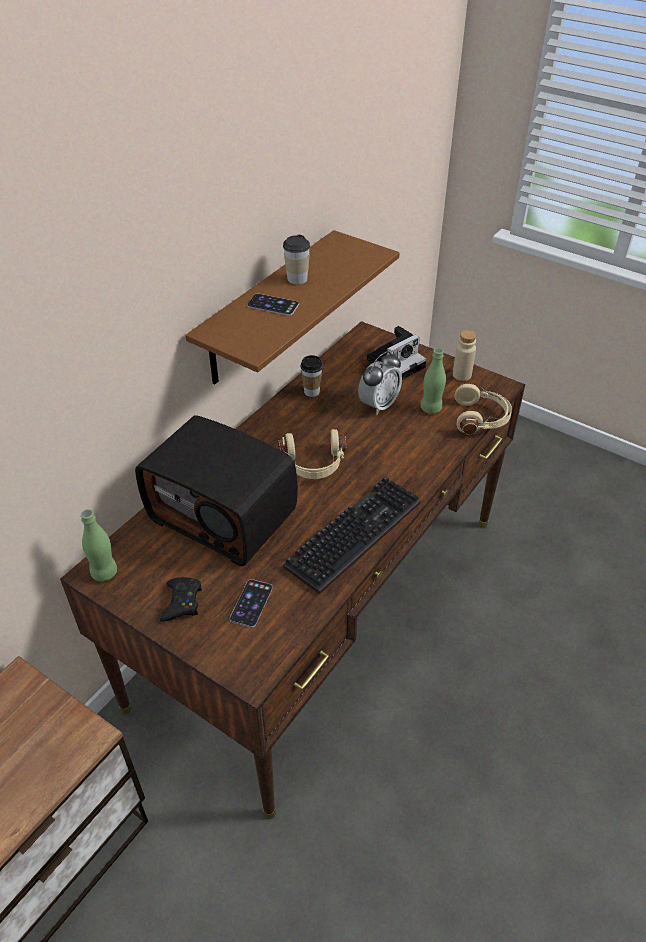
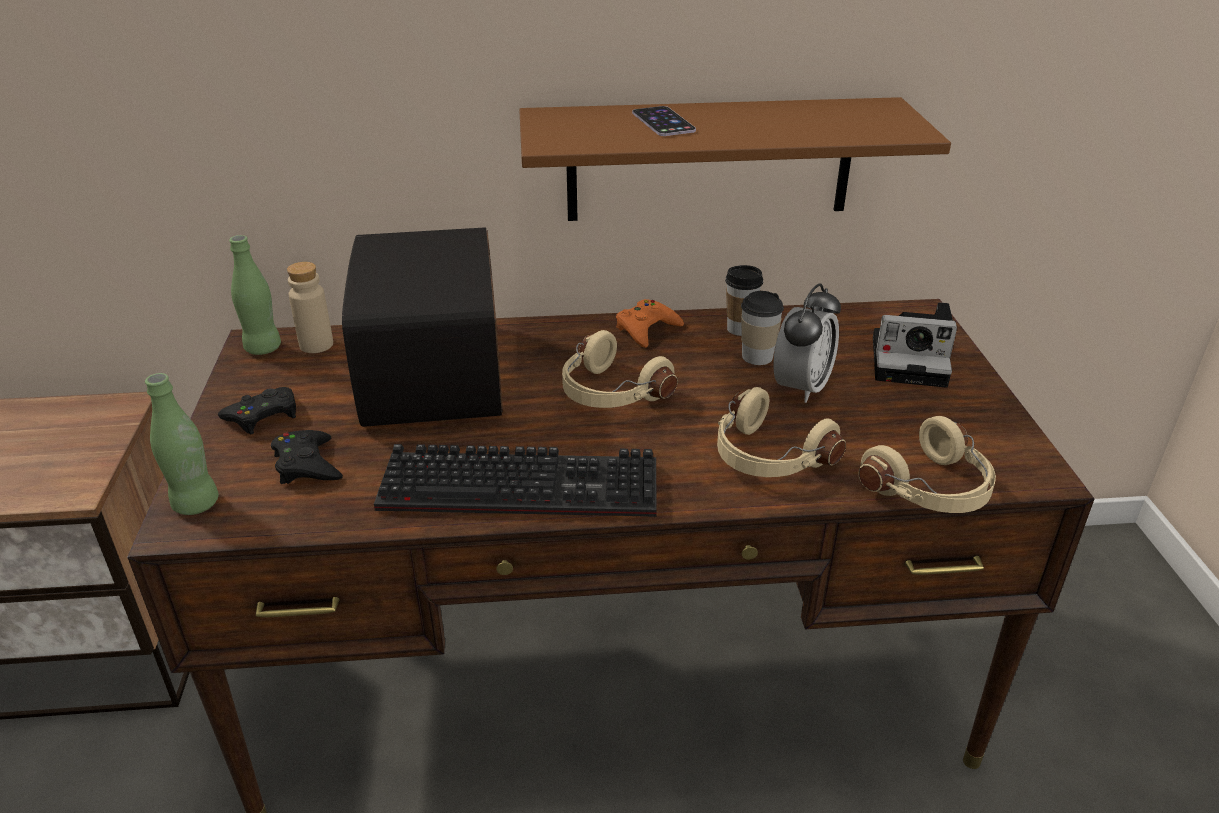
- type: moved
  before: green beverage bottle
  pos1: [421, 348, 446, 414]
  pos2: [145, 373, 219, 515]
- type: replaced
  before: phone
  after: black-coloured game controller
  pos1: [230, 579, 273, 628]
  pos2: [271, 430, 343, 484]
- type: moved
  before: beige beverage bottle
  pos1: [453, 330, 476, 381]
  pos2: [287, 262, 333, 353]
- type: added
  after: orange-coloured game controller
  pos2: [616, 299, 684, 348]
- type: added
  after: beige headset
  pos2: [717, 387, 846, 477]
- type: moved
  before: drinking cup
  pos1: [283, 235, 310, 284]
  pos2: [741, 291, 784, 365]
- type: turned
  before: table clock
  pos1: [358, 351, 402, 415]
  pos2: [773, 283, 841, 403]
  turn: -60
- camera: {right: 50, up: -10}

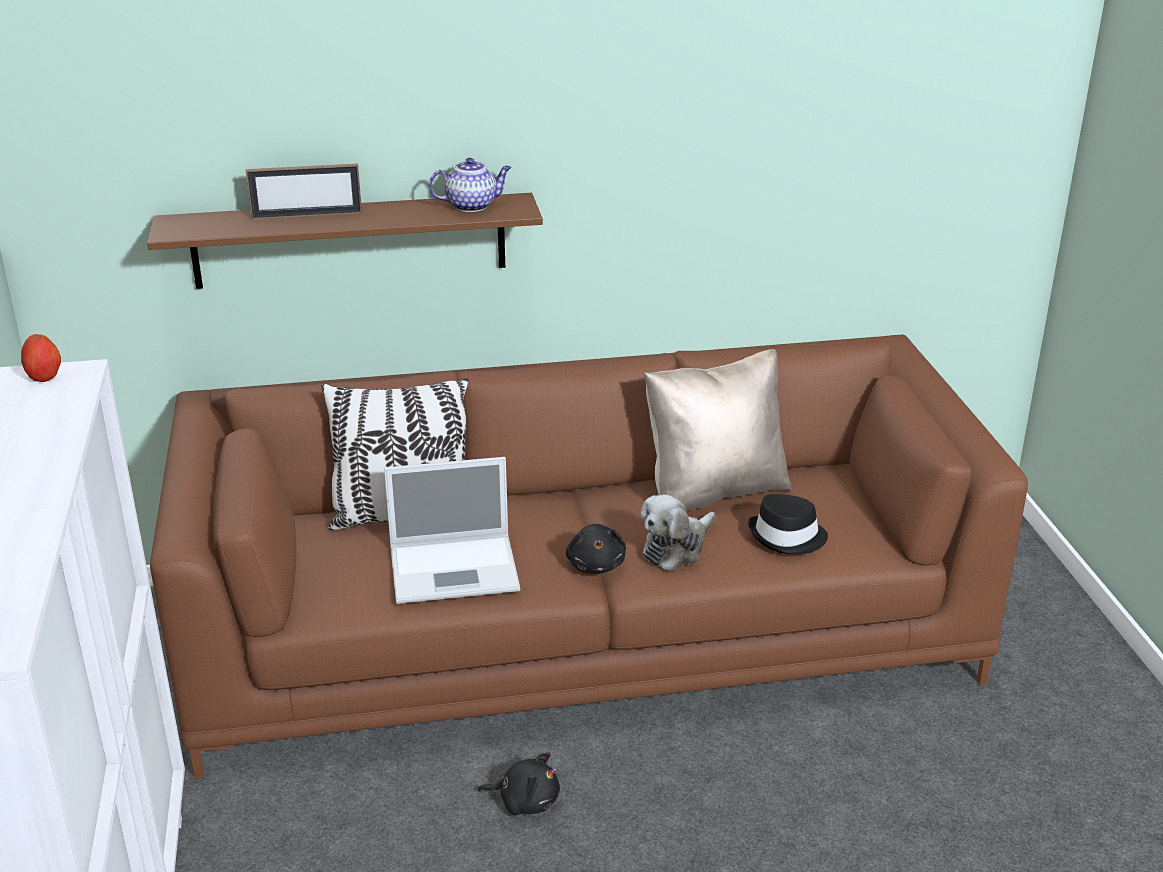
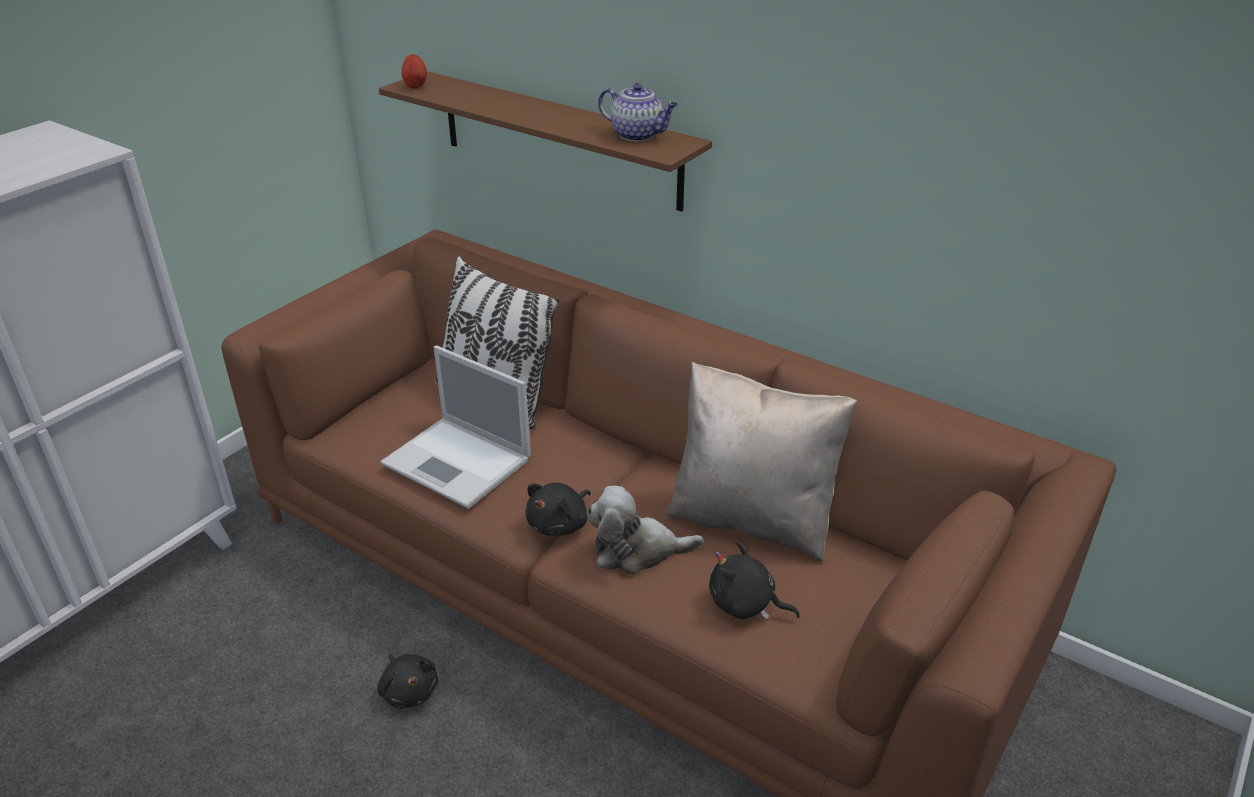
- type: moved
  before: whole apple
  pos1: [21, 334, 61, 382]
  pos2: [401, 53, 427, 89]
- type: replaced
  before: black-coloured hat
  after: black-coloured soft toy
  pos1: [748, 494, 828, 554]
  pos2: [709, 541, 800, 620]
- type: removed
  before: picture frame
  pos1: [246, 164, 362, 220]
- camera: {right: 45, up: 5}

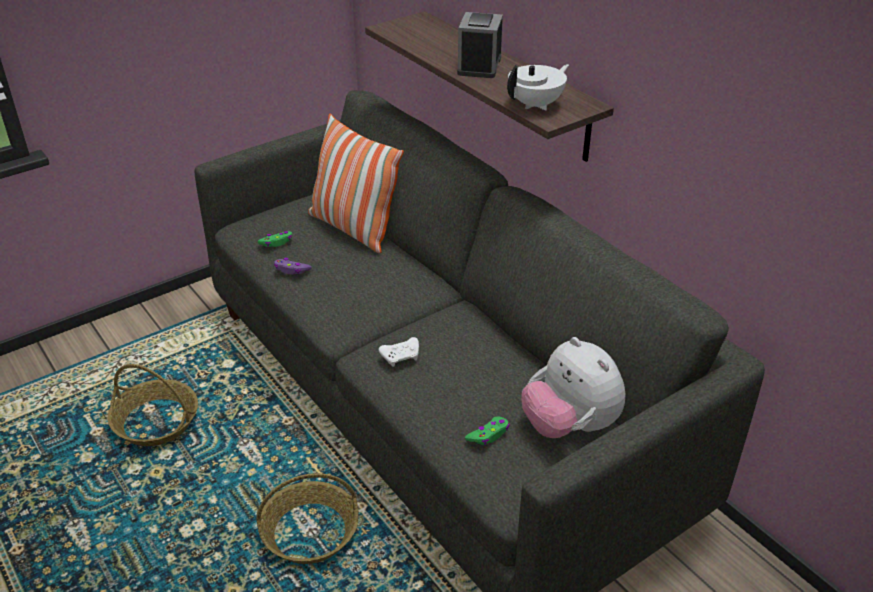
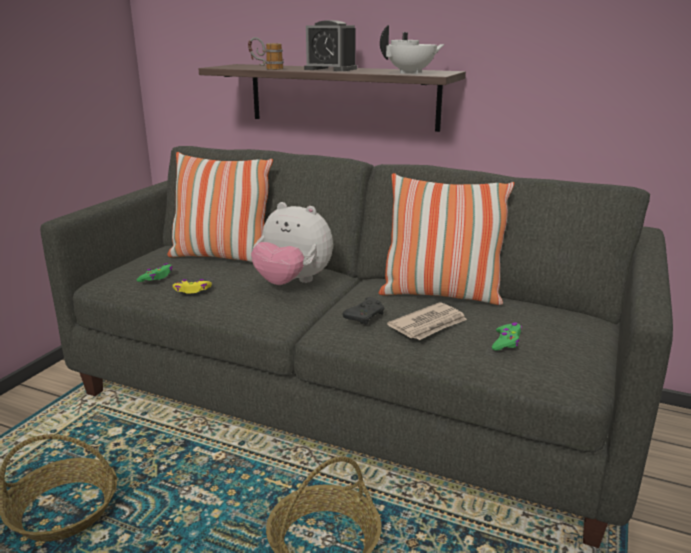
- type: recoloured
  before: purplish game controller
  after: yellow-coloured game controller
  pos1: [274, 258, 312, 275]
  pos2: [173, 279, 212, 294]
- type: added
  after: coffee mug
  pos2: [248, 37, 284, 70]
- type: moved
  before: soft toy
  pos1: [521, 337, 626, 438]
  pos2: [251, 202, 333, 285]
- type: turned
  before: table clock
  pos1: [457, 12, 503, 78]
  pos2: [304, 20, 357, 71]
  turn: -45
- type: recoloured
  before: white game controller
  after: black-coloured game controller
  pos1: [379, 337, 419, 367]
  pos2: [343, 297, 384, 325]
- type: added
  after: throw pillow
  pos2: [379, 173, 514, 305]
- type: turned
  before: white pot for tea
  pos1: [507, 64, 569, 111]
  pos2: [380, 25, 445, 74]
  turn: 45
- type: added
  after: daily paper
  pos2: [387, 302, 467, 340]
- camera: {right: -30, up: -15}

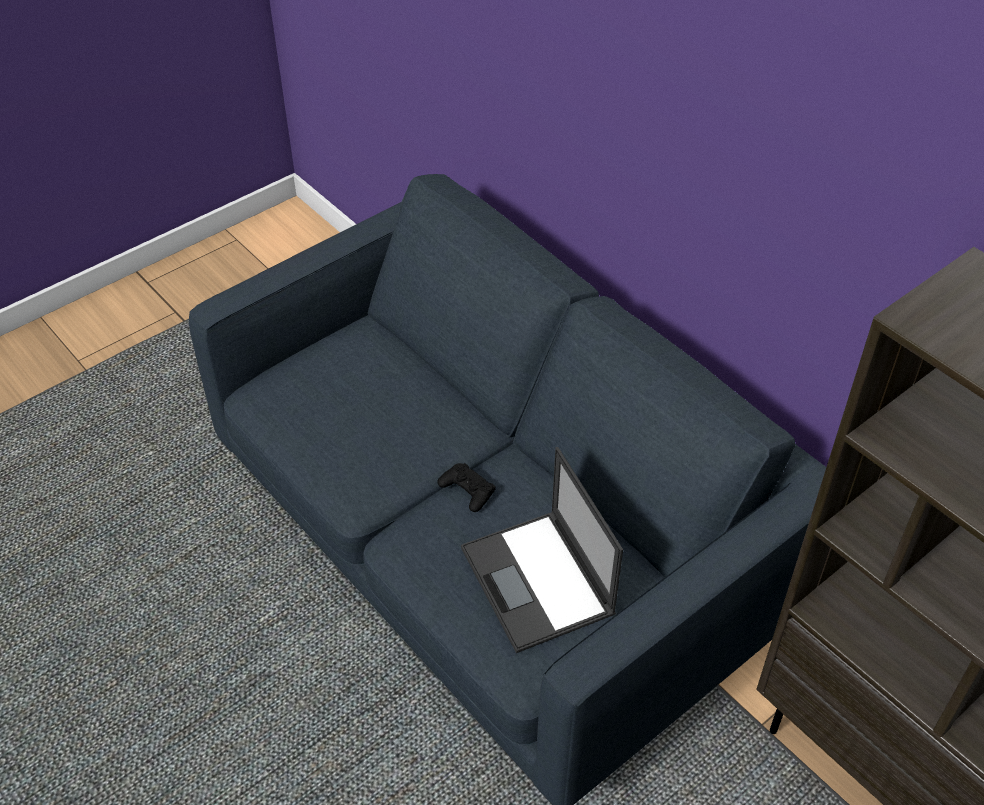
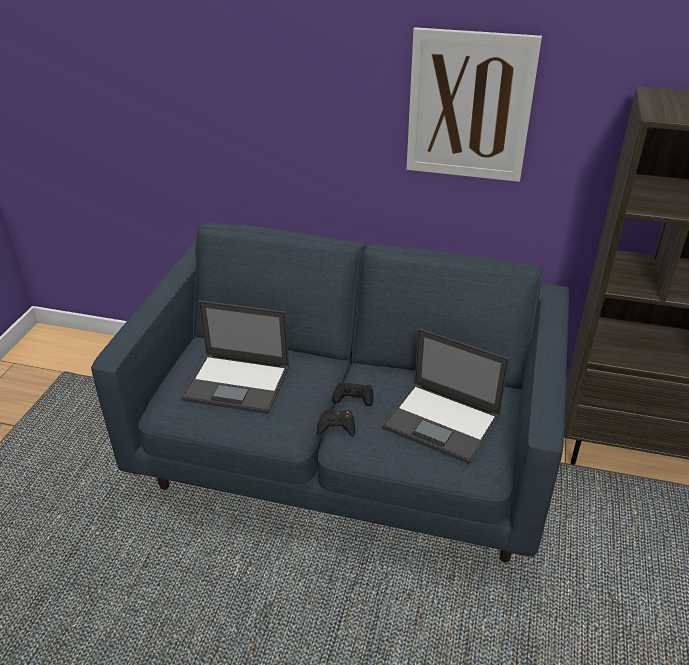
- type: added
  after: laptop
  pos2: [181, 301, 289, 414]
- type: added
  after: black-coloured game controller
  pos2: [317, 409, 355, 437]
- type: added
  after: wall art
  pos2: [407, 27, 542, 182]
- camera: {right: -35, up: -10}

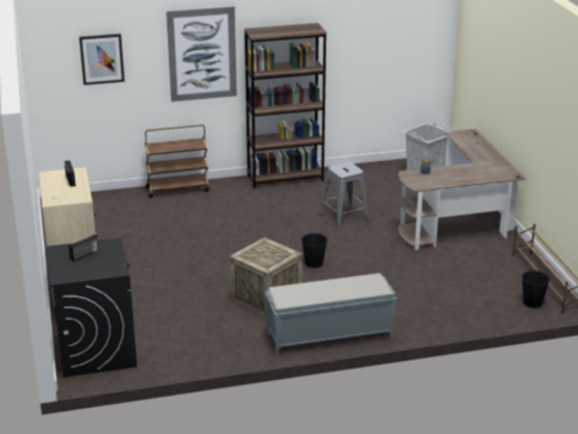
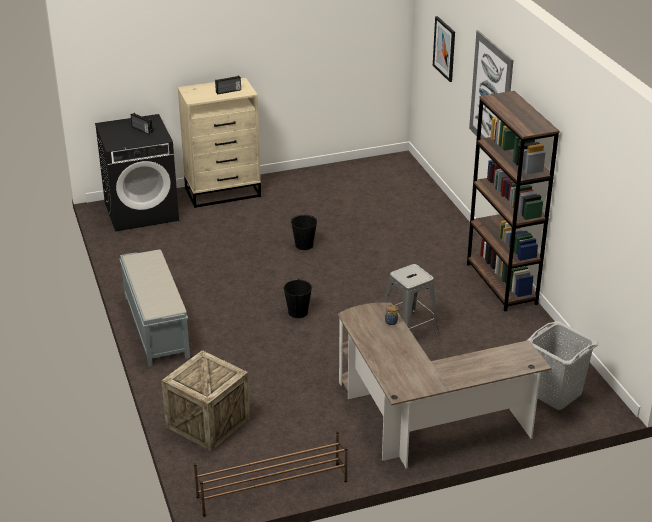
- type: moved
  before: packing crate
  pos1: [230, 237, 303, 317]
  pos2: [161, 350, 250, 451]
- type: moved
  before: black-coloured bucket
  pos1: [522, 270, 550, 308]
  pos2: [291, 215, 317, 250]
- type: removed
  before: brown cart
  pos1: [145, 125, 210, 198]
- camera: {right: 85, up: 5}

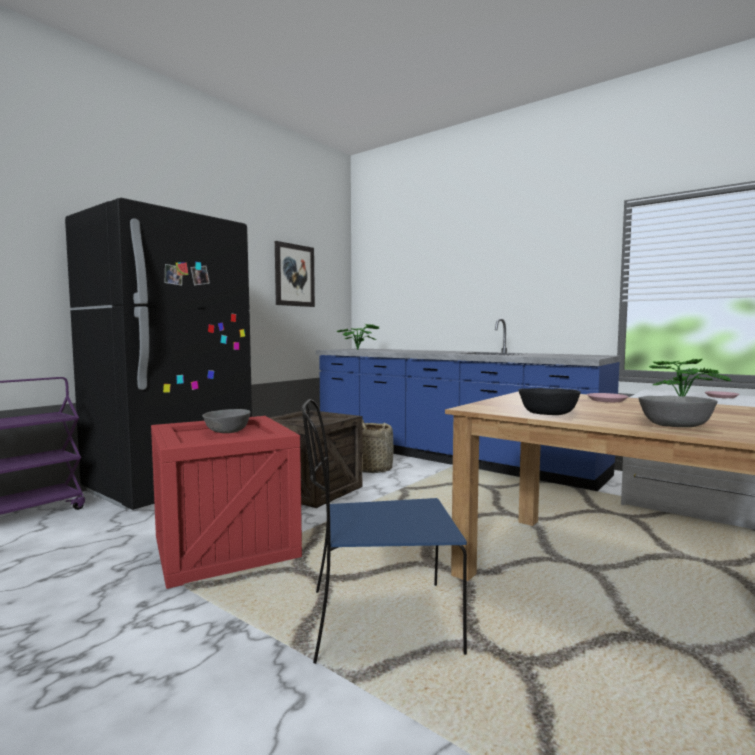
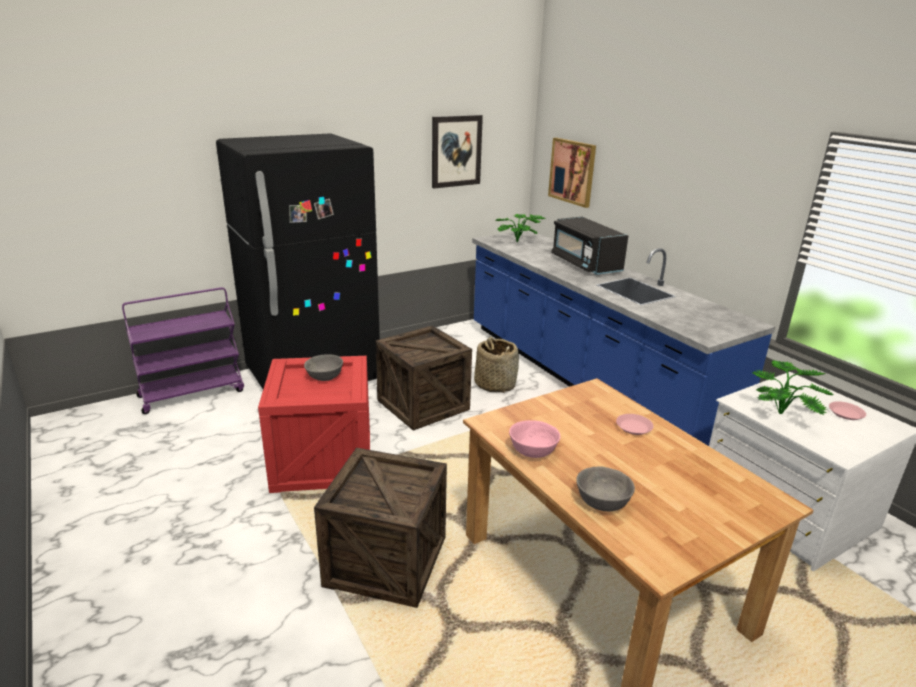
- type: replaced
  before: bluish plain chair
  after: packing crate
  pos1: [301, 399, 467, 664]
  pos2: [314, 448, 447, 608]
- type: recoloured
  before: black-coloured deep dish
  after: pink deep dish
  pos1: [519, 388, 581, 415]
  pos2: [509, 420, 560, 458]
- type: added
  after: wall art
  pos2: [548, 138, 596, 208]
- type: added
  after: black-coloured kitchen microwave
  pos2: [551, 217, 628, 275]
- camera: {right: 20, up: 20}

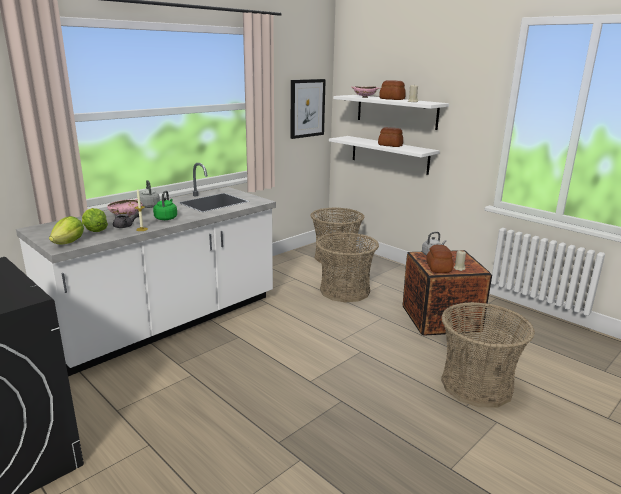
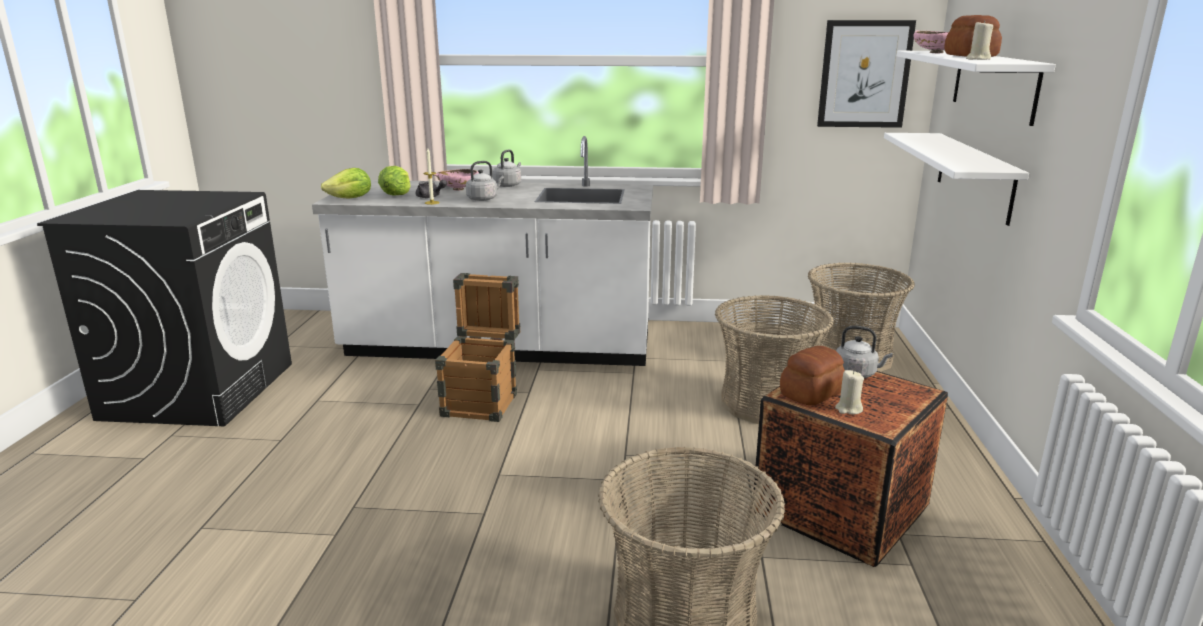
- type: added
  after: packing crate
  pos2: [435, 273, 521, 422]
- type: recoloured
  before: green tea kettle
  after: gray tea kettle
  pos1: [153, 191, 177, 220]
  pos2: [466, 161, 504, 201]
- type: removed
  before: bakery bread
  pos1: [378, 127, 403, 147]
- camera: {right: 50, up: 0}

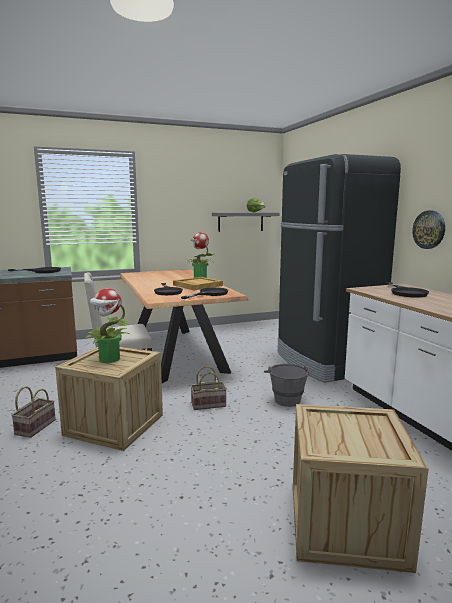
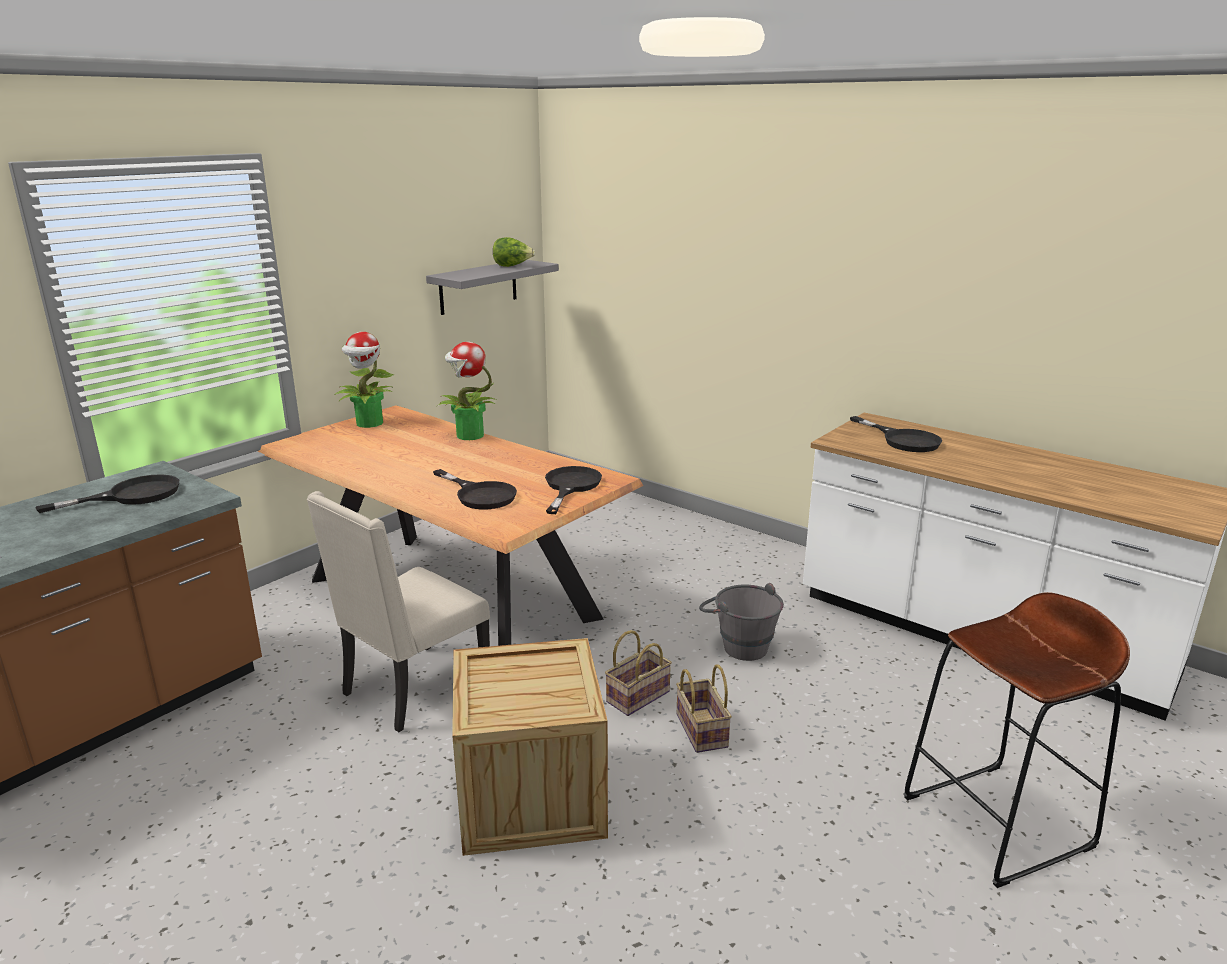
- type: moved
  before: houseplant
  pos1: [84, 288, 131, 363]
  pos2: [335, 332, 394, 428]
- type: moved
  before: storage basket
  pos1: [11, 386, 56, 438]
  pos2: [676, 665, 732, 753]
- type: replaced
  before: packing crate
  after: brown sitting stool
  pos1: [293, 404, 429, 573]
  pos2: [903, 592, 1130, 888]
- type: removed
  before: beige serving tray
  pos1: [173, 277, 223, 290]
- type: removed
  before: black-coloured kitchen fridge
  pos1: [277, 154, 401, 383]
- type: removed
  before: clock on the wall
  pos1: [412, 211, 445, 249]
- camera: {right: -30, up: 10}

